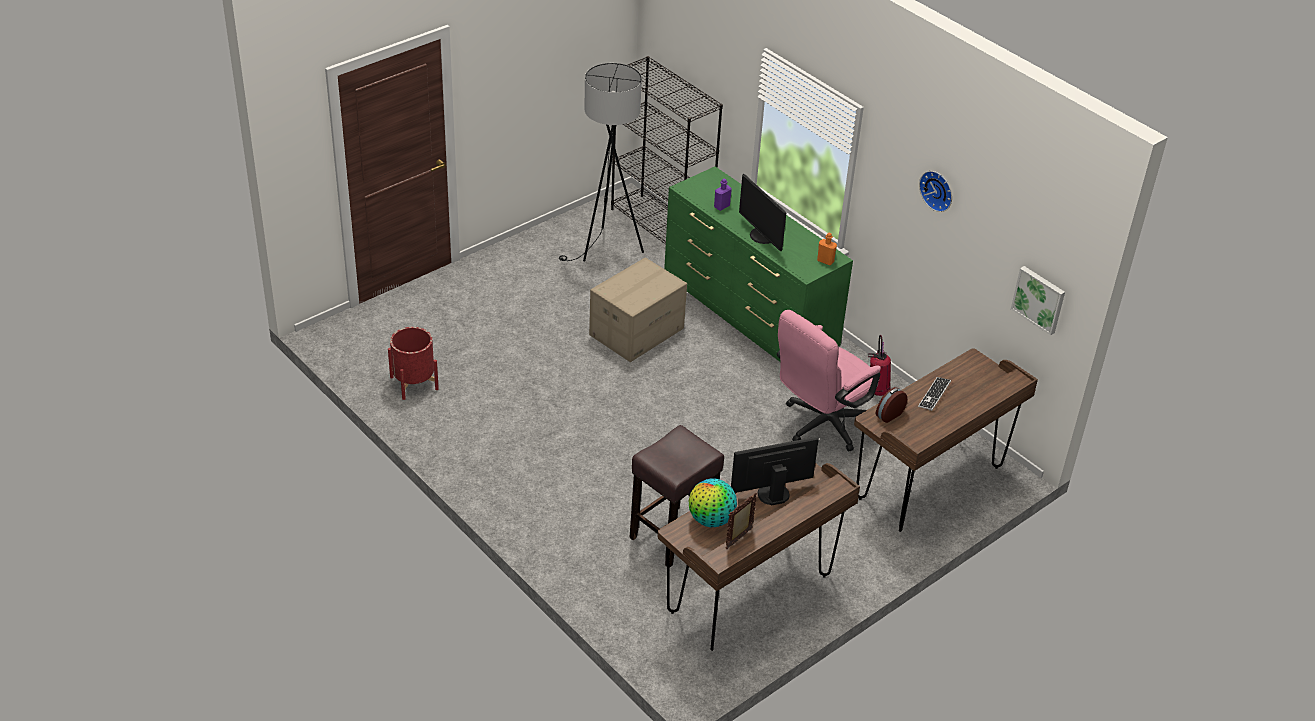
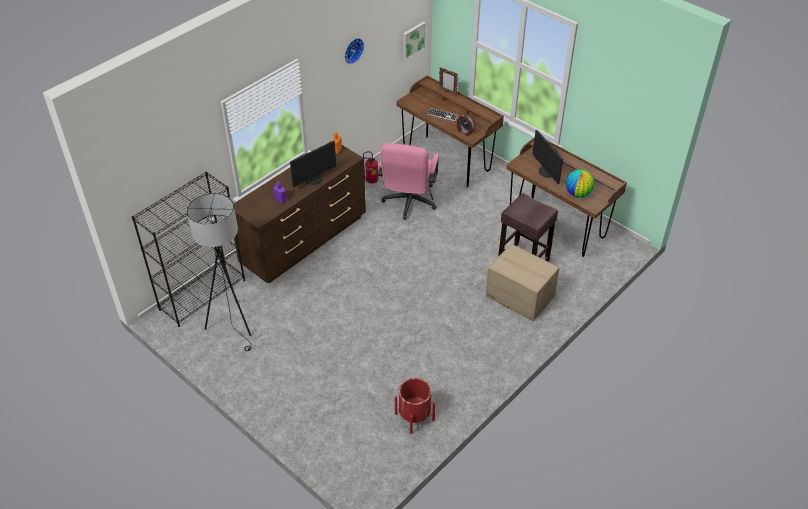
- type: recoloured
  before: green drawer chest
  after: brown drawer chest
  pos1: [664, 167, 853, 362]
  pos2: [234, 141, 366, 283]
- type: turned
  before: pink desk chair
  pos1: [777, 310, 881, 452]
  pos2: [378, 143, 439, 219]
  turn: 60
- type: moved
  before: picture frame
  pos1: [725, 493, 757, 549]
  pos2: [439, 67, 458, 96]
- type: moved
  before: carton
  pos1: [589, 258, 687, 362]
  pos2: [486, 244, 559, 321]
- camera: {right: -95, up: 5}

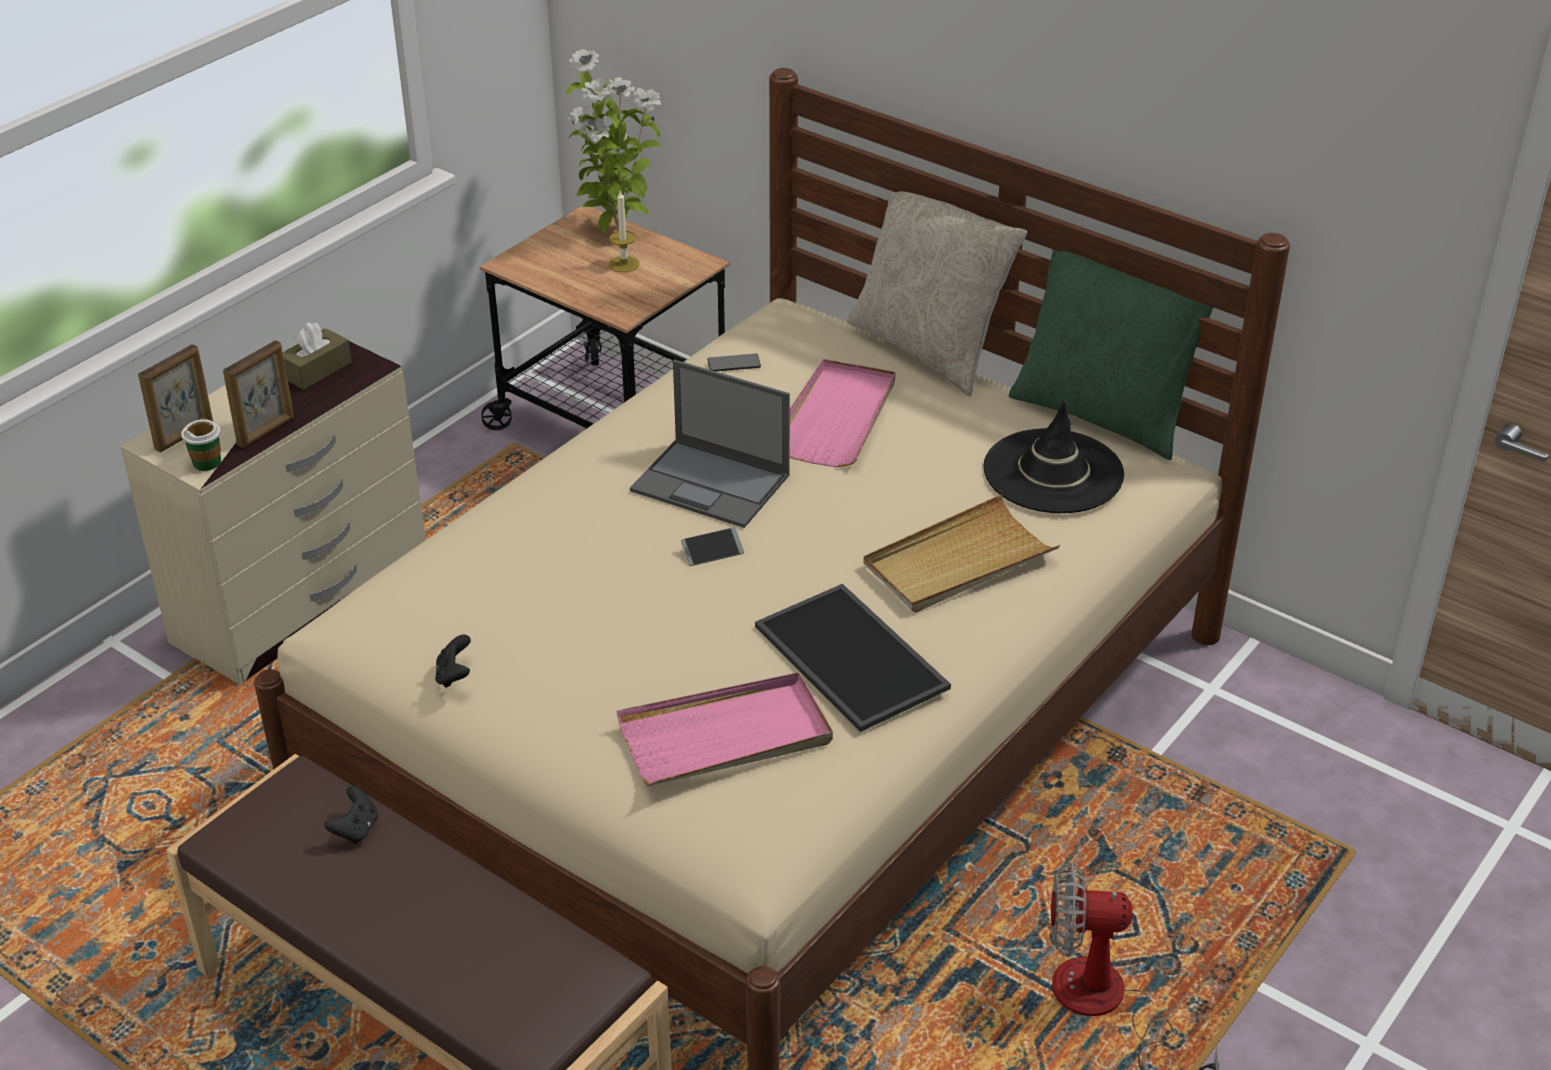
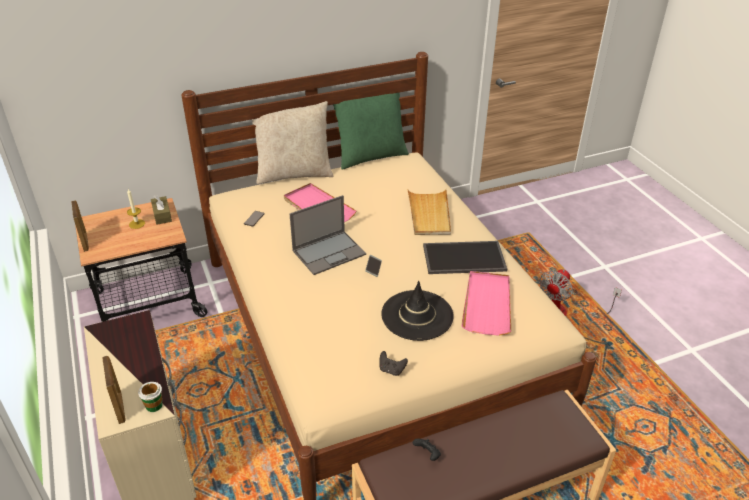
- type: moved
  before: picture frame
  pos1: [223, 340, 294, 448]
  pos2: [71, 201, 89, 252]
- type: moved
  before: brown tissue holder
  pos1: [283, 323, 352, 390]
  pos2: [151, 195, 172, 225]
- type: moved
  before: black-coloured hat
  pos1: [983, 401, 1124, 513]
  pos2: [381, 281, 454, 341]
- type: removed
  before: houseplant
  pos1: [566, 49, 662, 233]
- camera: {right: -60, up: 0}

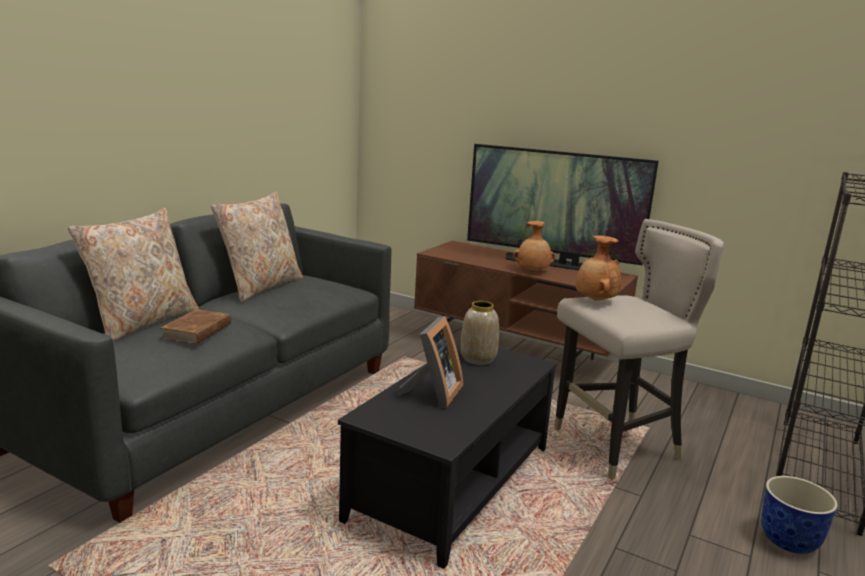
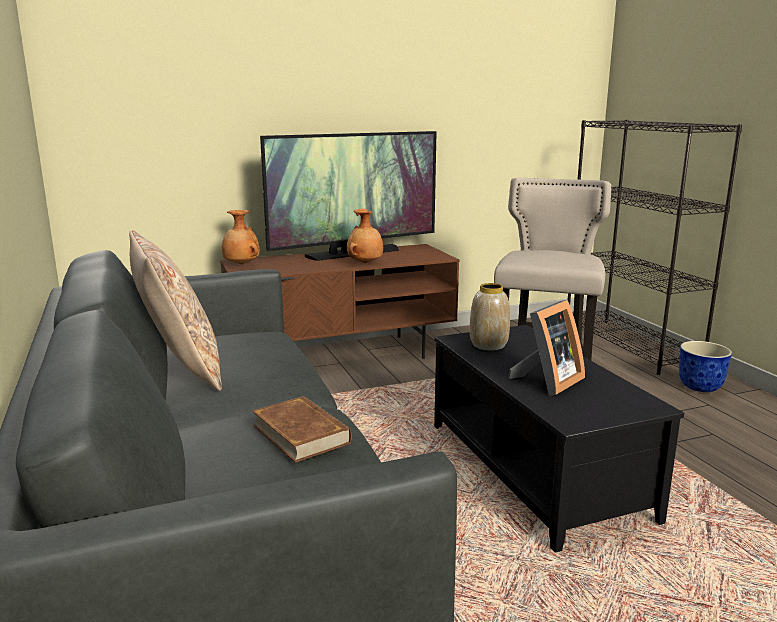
- type: moved
  before: brown decorative vase
  pos1: [576, 236, 621, 301]
  pos2: [222, 210, 260, 264]
- type: turned
  before: picture frame
  pos1: [397, 316, 463, 408]
  pos2: [508, 300, 585, 395]
  turn: 75
- type: removed
  before: beige throw pillow
  pos1: [67, 208, 199, 342]
- camera: {right: -50, up: 0}

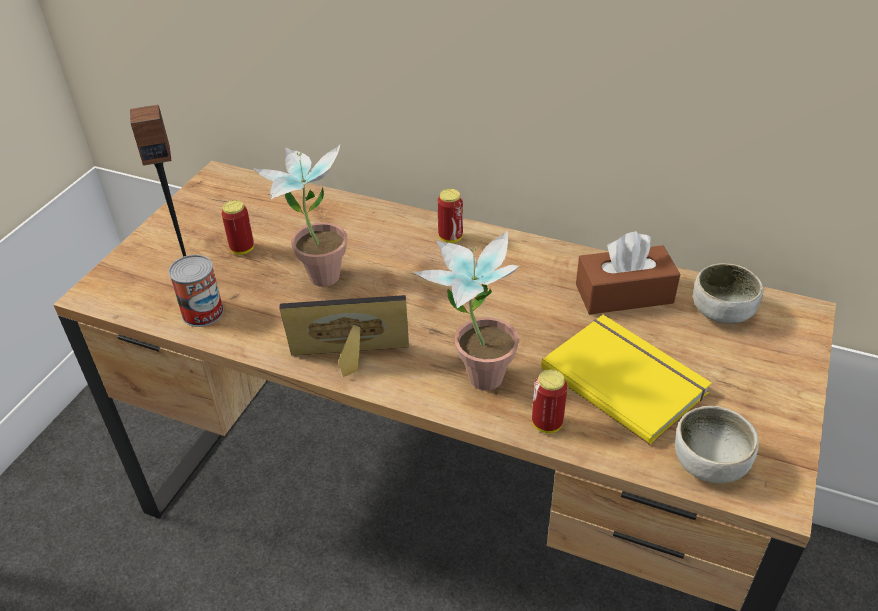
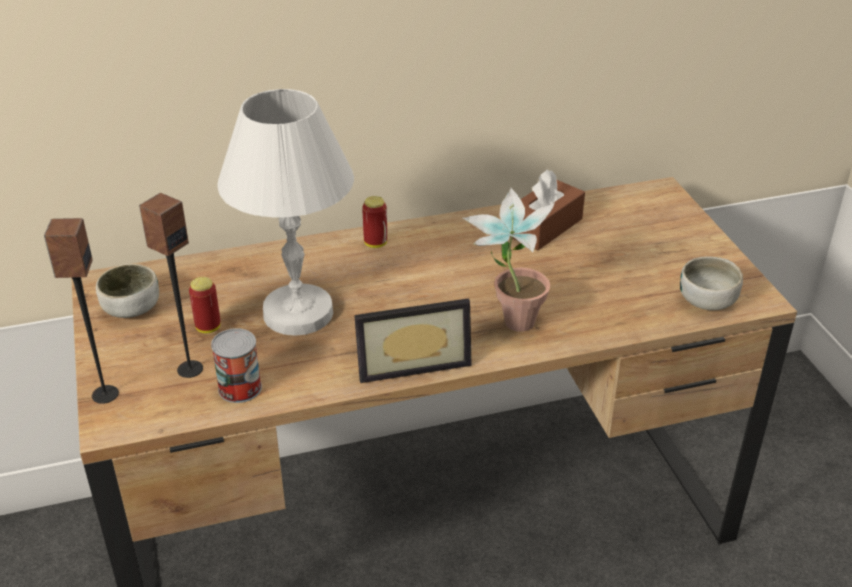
- type: added
  after: speaker
  pos2: [44, 218, 119, 404]
- type: moved
  before: deep dish
  pos1: [693, 263, 763, 324]
  pos2: [96, 264, 159, 318]
- type: replaced
  before: houseplant
  after: white tabletop lamp
  pos1: [252, 145, 347, 287]
  pos2: [217, 89, 354, 336]
- type: turned
  before: picture frame
  pos1: [280, 295, 409, 377]
  pos2: [354, 298, 472, 383]
  turn: -150
- type: removed
  before: can
  pos1: [532, 369, 567, 433]
- type: removed
  before: yellow-coloured bound book
  pos1: [541, 315, 712, 445]
- camera: {right: -40, up: -5}

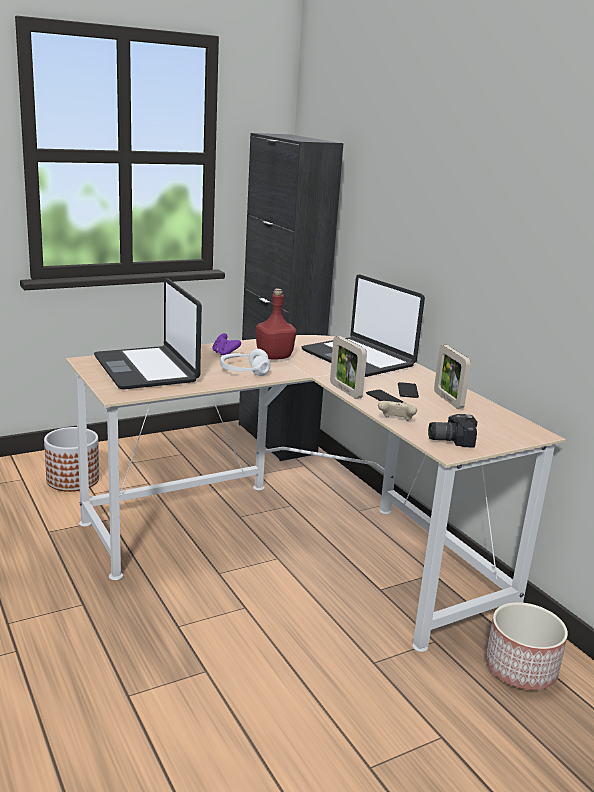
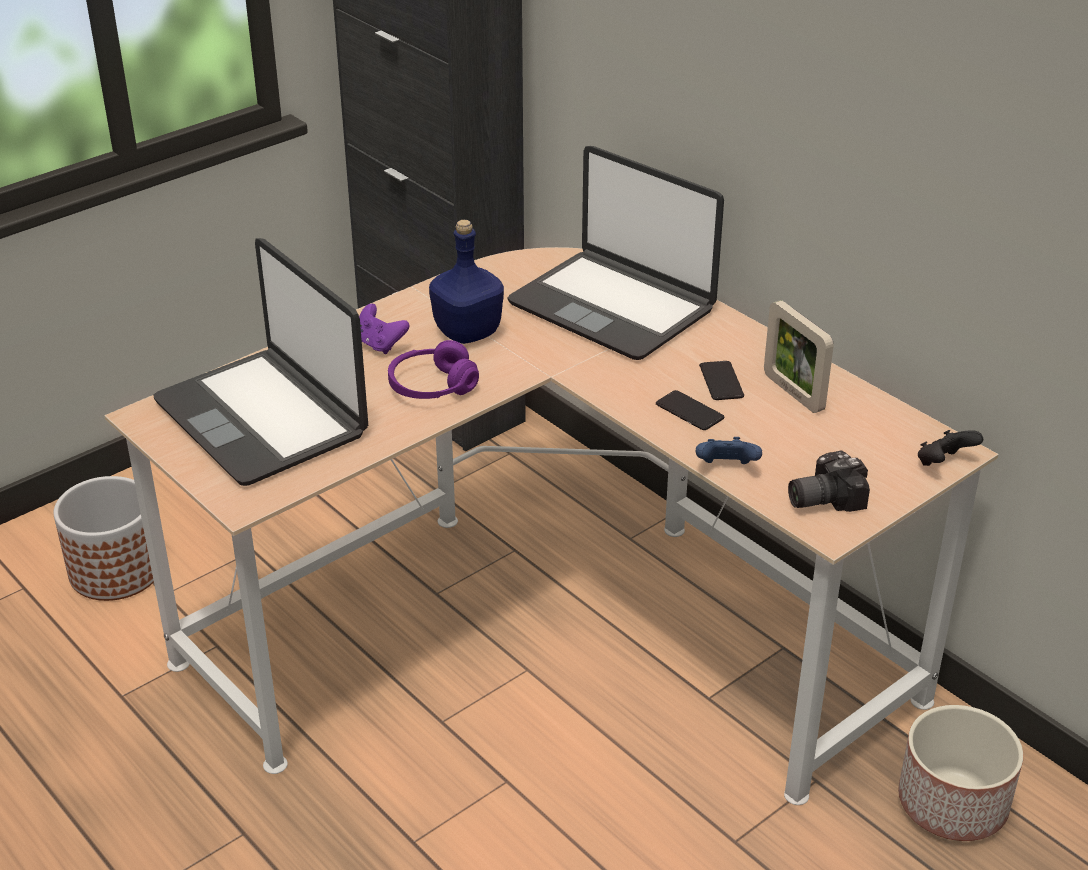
- type: recoloured
  before: white headset
  after: purplish headset
  pos1: [220, 349, 270, 376]
  pos2: [388, 340, 479, 399]
- type: recoloured
  before: reddish beverage bottle
  after: bluish beverage bottle
  pos1: [256, 289, 296, 359]
  pos2: [429, 220, 504, 344]
- type: recoloured
  before: beige game controller
  after: bluish game controller
  pos1: [378, 401, 417, 421]
  pos2: [696, 437, 762, 464]
- type: added
  after: black-coloured game controller
  pos2: [918, 430, 983, 466]
- type: removed
  before: picture frame
  pos1: [330, 336, 367, 399]
- camera: {right: -10, up: 15}

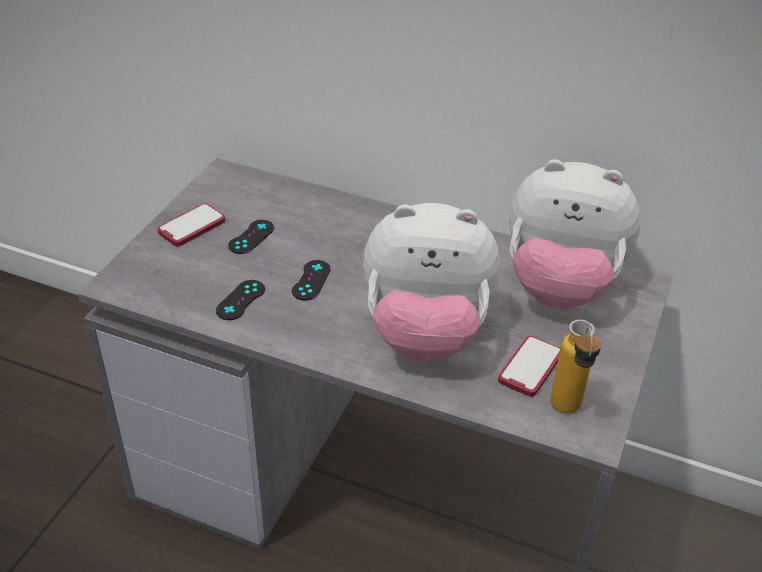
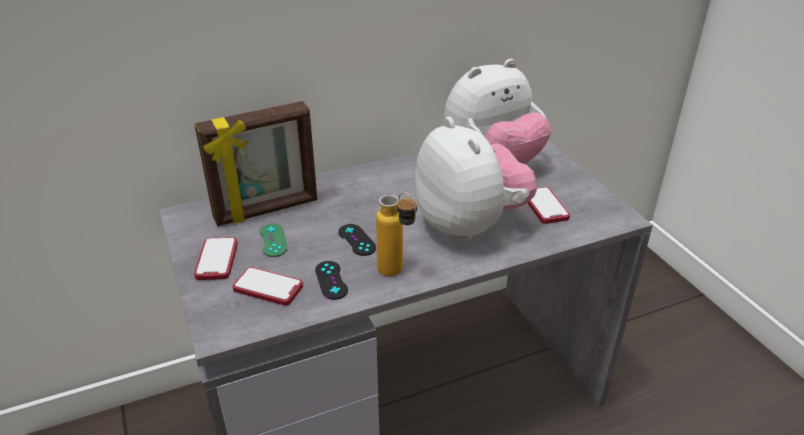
- type: added
  after: picture frame
  pos2: [194, 101, 317, 226]
- type: added
  after: phone
  pos2: [233, 267, 303, 306]
- type: recoloured
  before: black-coloured game controller
  after: green game controller
  pos1: [228, 220, 274, 254]
  pos2: [260, 223, 287, 257]
- type: moved
  before: beverage bottle
  pos1: [550, 320, 601, 414]
  pos2: [376, 192, 417, 276]
- type: turned
  before: soft toy
  pos1: [363, 203, 501, 362]
  pos2: [415, 117, 537, 242]
  turn: -75
- camera: {right: -45, up: -5}

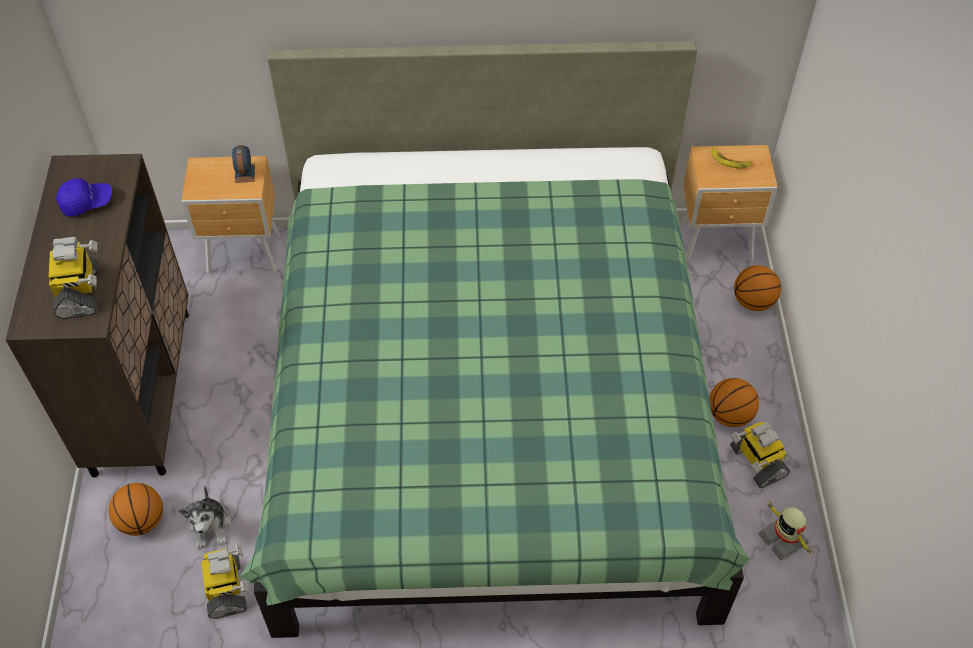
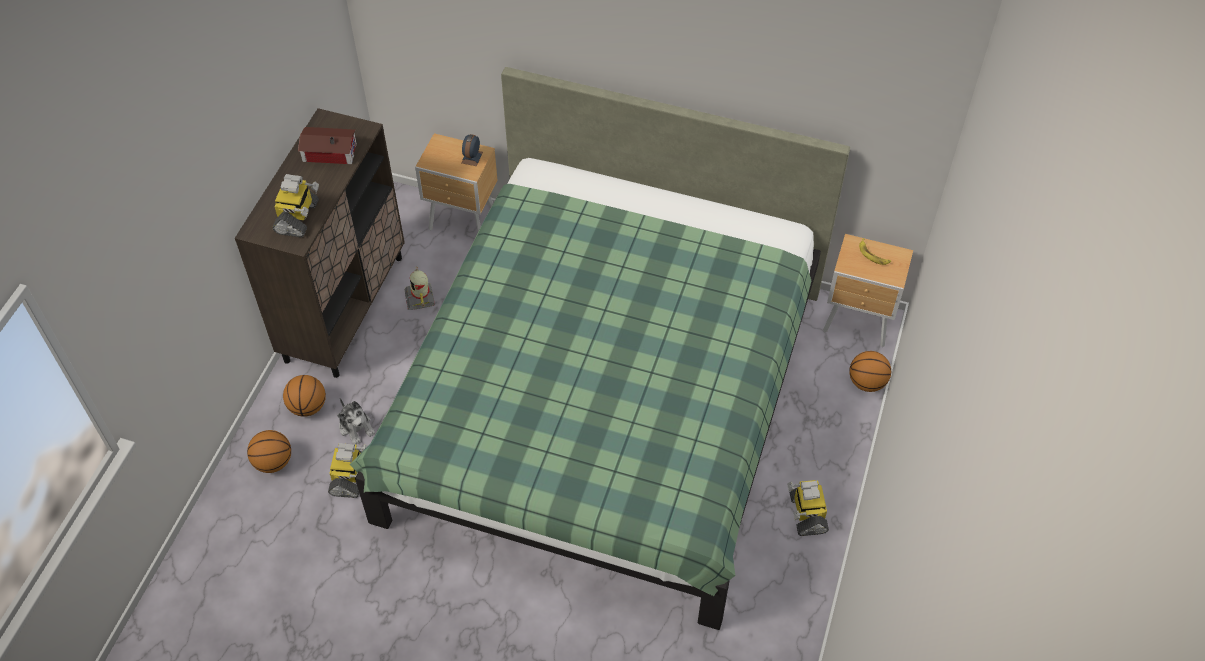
- type: moved
  before: basketball
  pos1: [709, 378, 759, 427]
  pos2: [247, 430, 291, 473]
- type: replaced
  before: bluish peaked cap
  after: toy house
  pos1: [56, 178, 112, 217]
  pos2: [298, 127, 357, 165]
- type: turned
  before: soft toy
  pos1: [179, 486, 231, 549]
  pos2: [337, 398, 375, 445]
  turn: -45
- type: moved
  before: model robot
  pos1: [759, 500, 813, 560]
  pos2: [404, 269, 435, 310]
- camera: {right: 20, up: 0}

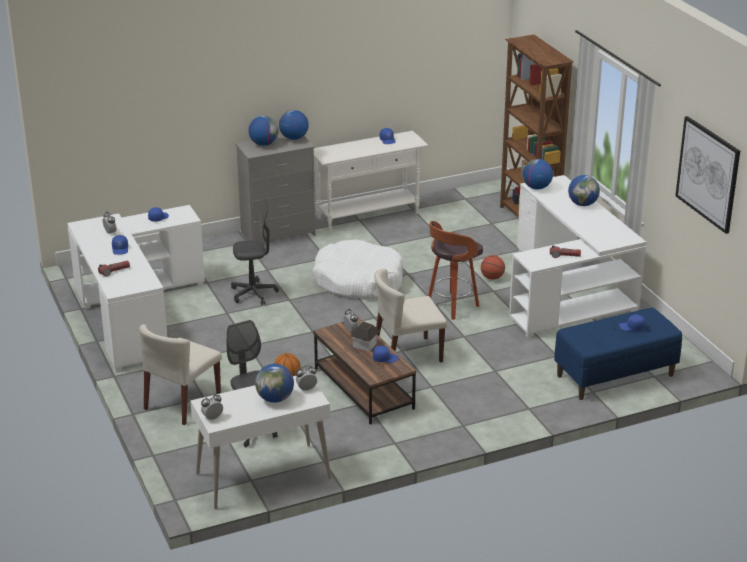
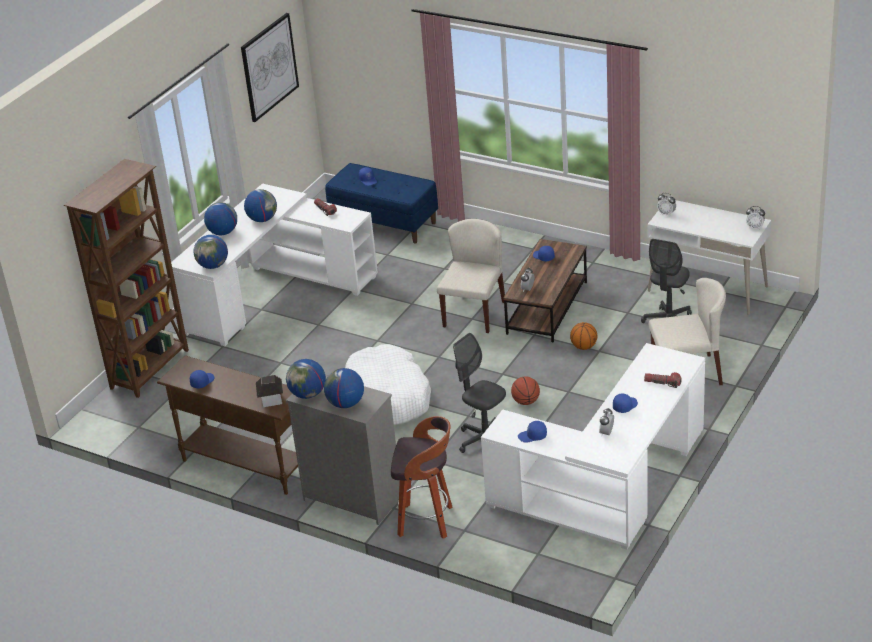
- type: recoloured
  before: white console table
  after: brown console table
  pos1: [314, 131, 428, 231]
  pos2: [157, 356, 298, 495]
- type: moved
  before: globe
  pos1: [255, 364, 294, 403]
  pos2: [244, 189, 277, 222]
- type: moved
  before: toy house
  pos1: [350, 321, 380, 351]
  pos2: [256, 375, 283, 407]
- type: moved
  before: sitting stool
  pos1: [428, 221, 483, 320]
  pos2: [391, 416, 453, 539]
- type: turned
  before: beige plain chair
  pos1: [374, 268, 447, 363]
  pos2: [437, 219, 505, 333]
  turn: -105
- type: moved
  before: basketball
  pos1: [481, 255, 505, 280]
  pos2: [511, 376, 540, 405]
- camera: {right: -125, up: 5}

